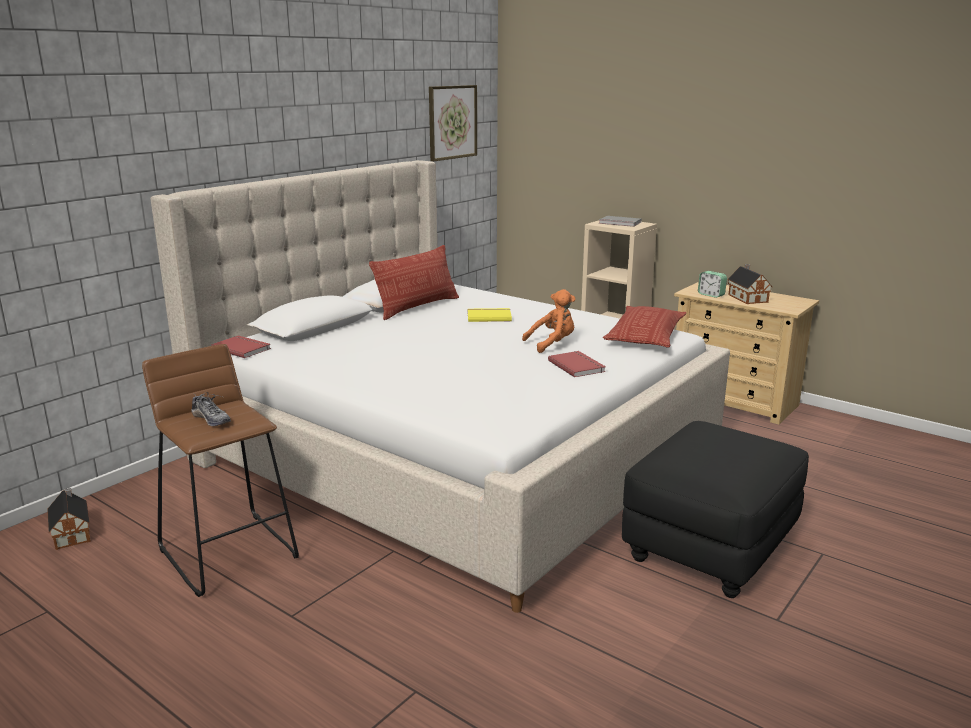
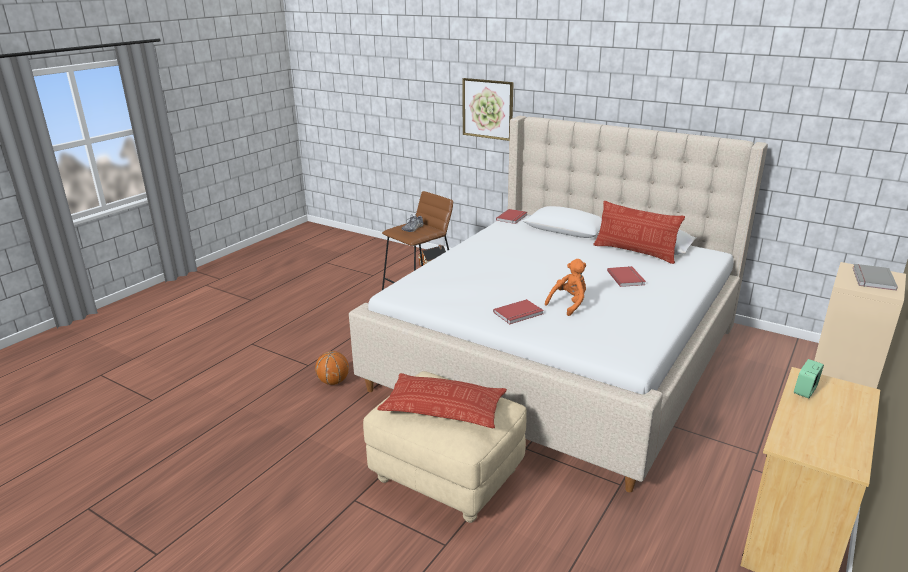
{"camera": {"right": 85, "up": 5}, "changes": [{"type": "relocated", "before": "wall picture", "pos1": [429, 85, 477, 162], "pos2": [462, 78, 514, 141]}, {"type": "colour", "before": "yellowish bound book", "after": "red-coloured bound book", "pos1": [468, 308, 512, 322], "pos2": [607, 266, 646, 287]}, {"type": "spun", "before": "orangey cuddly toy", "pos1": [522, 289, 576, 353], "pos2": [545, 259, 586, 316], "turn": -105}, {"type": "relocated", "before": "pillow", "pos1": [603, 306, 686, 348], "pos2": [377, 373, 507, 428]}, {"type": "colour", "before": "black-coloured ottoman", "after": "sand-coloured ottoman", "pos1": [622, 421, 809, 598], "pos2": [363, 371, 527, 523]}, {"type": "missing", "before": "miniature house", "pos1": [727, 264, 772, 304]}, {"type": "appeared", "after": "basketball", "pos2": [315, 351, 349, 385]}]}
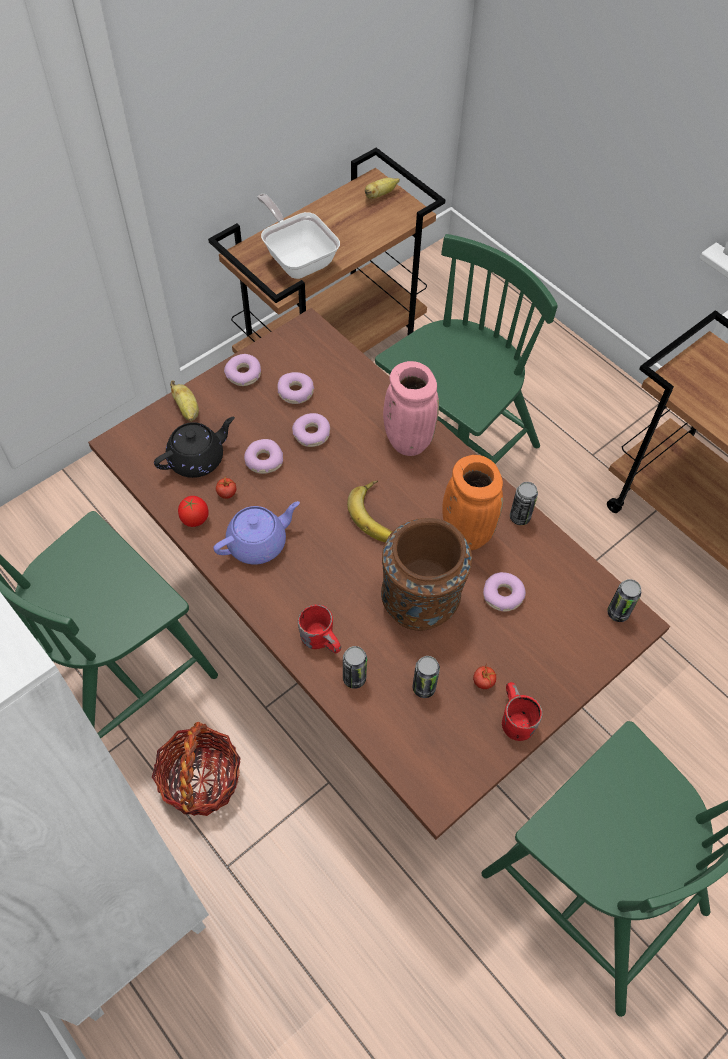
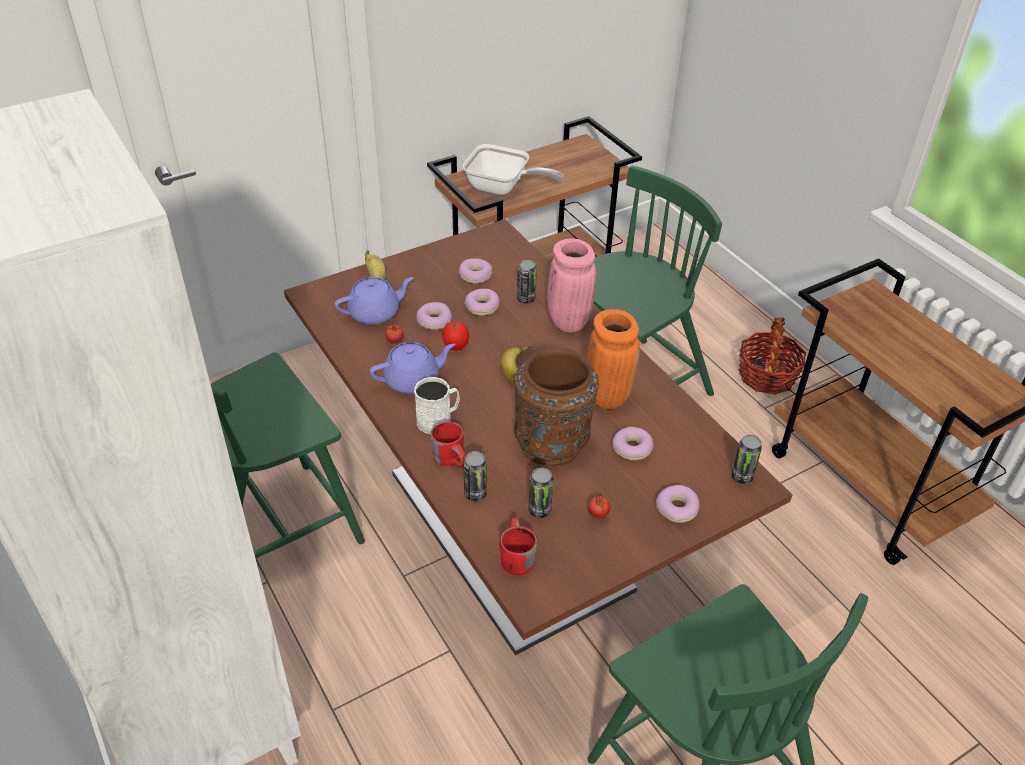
{"camera": {"right": 10, "up": -15}, "changes": [{"type": "relocated", "before": "basket", "pos1": [152, 722, 241, 816], "pos2": [739, 317, 806, 395]}, {"type": "colour", "before": "black-coloured tea pot", "after": "purple-coloured tea pot", "pos1": [154, 417, 235, 478], "pos2": [335, 277, 413, 325]}, {"type": "relocated", "before": "whole tomato", "pos1": [178, 496, 209, 527], "pos2": [442, 321, 469, 350]}, {"type": "relocated", "before": "donut", "pos1": [224, 354, 261, 386], "pos2": [656, 485, 699, 523]}, {"type": "spun", "before": "pan", "pos1": [257, 194, 340, 279], "pos2": [463, 144, 564, 195], "turn": 135}, {"type": "missing", "before": "banana", "pos1": [365, 178, 400, 199]}, {"type": "relocated", "before": "red-coloured tea mug", "pos1": [502, 682, 542, 741], "pos2": [500, 518, 537, 576]}, {"type": "relocated", "before": "sealed can", "pos1": [510, 482, 538, 525], "pos2": [517, 259, 537, 303]}, {"type": "appeared", "after": "whitish tea mug", "pos2": [414, 377, 460, 434]}]}
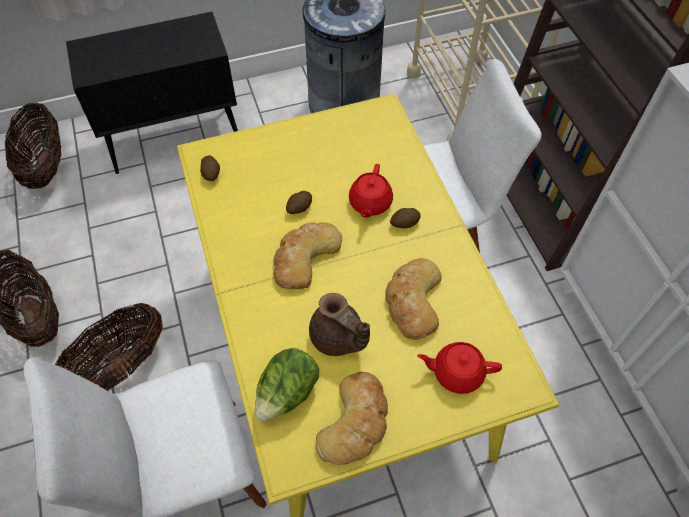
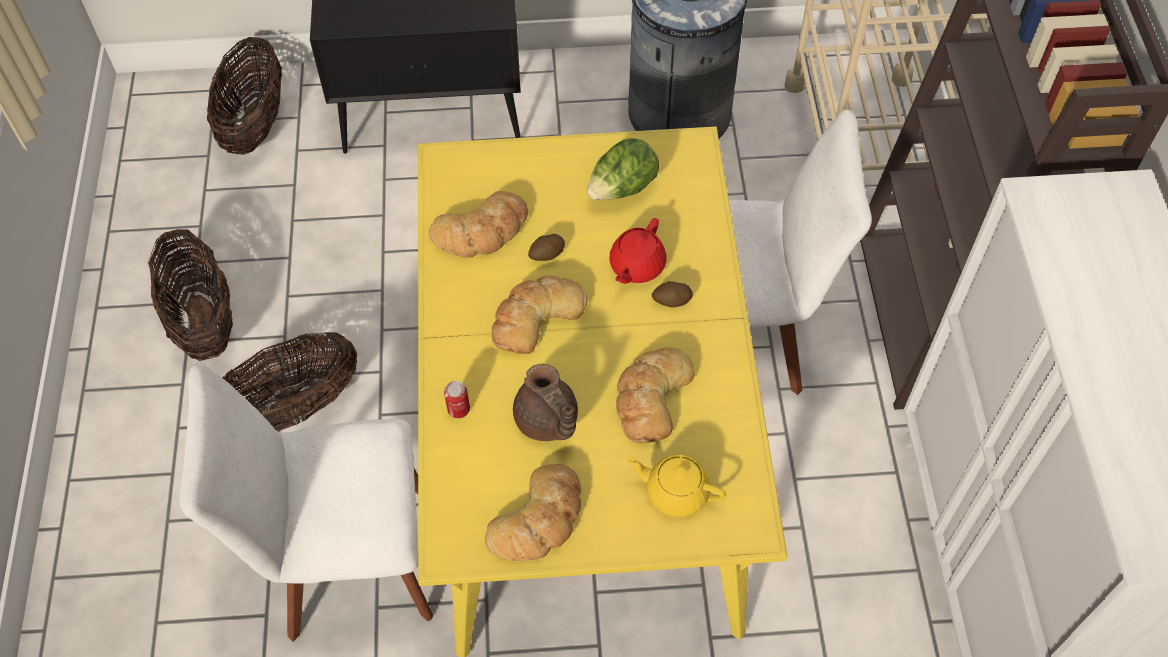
{"camera": {"right": 15, "up": 0}, "changes": [{"type": "missing", "before": "spud", "pos1": [200, 155, 220, 181]}, {"type": "relocated", "before": "head of lettuce", "pos1": [255, 348, 319, 421], "pos2": [587, 138, 659, 200]}, {"type": "colour", "before": "red-coloured tea pot", "after": "yellowish tea pot", "pos1": [417, 342, 502, 394], "pos2": [627, 455, 726, 517]}, {"type": "appeared", "after": "baked bread", "pos2": [429, 191, 528, 258]}, {"type": "appeared", "after": "sealed can", "pos2": [444, 381, 470, 418]}]}
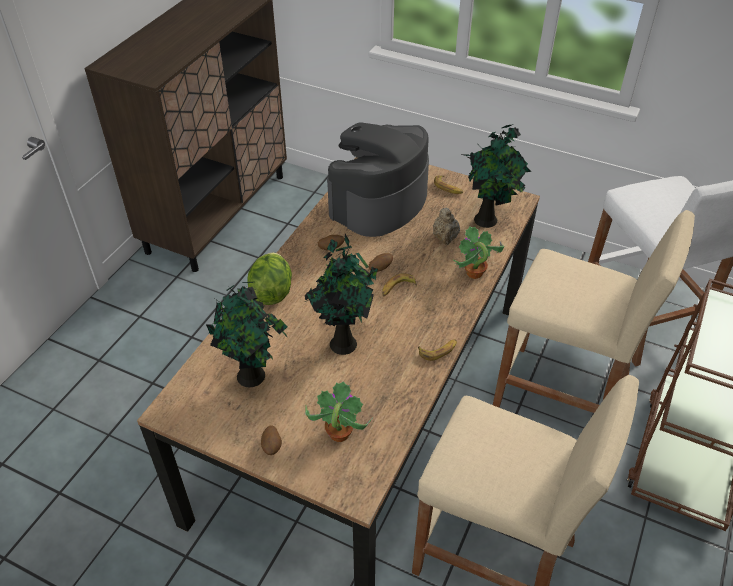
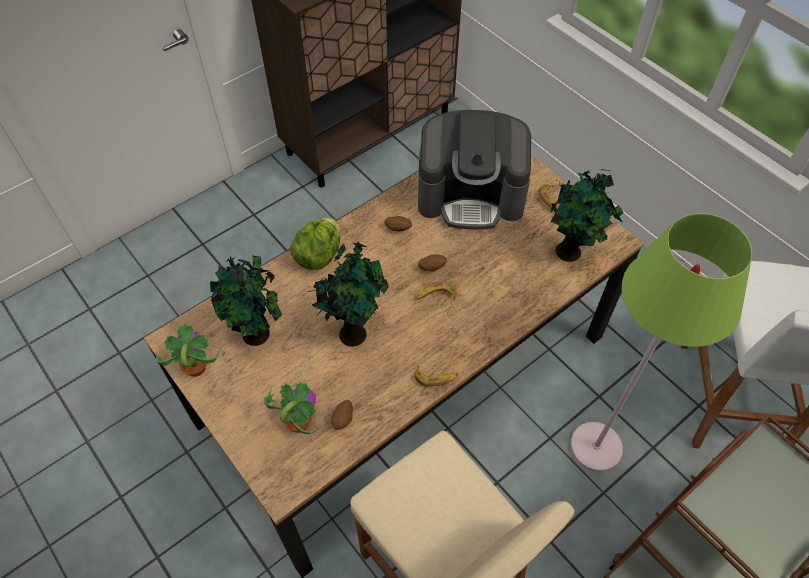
{"camera": {"right": 25, "up": 10}, "changes": [{"type": "relocated", "before": "spud", "pos1": [261, 425, 282, 455], "pos2": [331, 400, 353, 430]}, {"type": "spun", "before": "coffee brewer", "pos1": [327, 122, 429, 237], "pos2": [418, 110, 531, 230], "turn": -150}, {"type": "missing", "before": "sand-coloured tea pot", "pos1": [433, 208, 460, 245]}, {"type": "relocated", "before": "plant in a pot", "pos1": [452, 226, 504, 279], "pos2": [155, 324, 221, 377]}, {"type": "exchanged", "before": "sand-coloured stool seat", "after": "green-coloured floor lamp", "pos1": [493, 210, 695, 413], "pos2": [570, 213, 752, 472]}]}
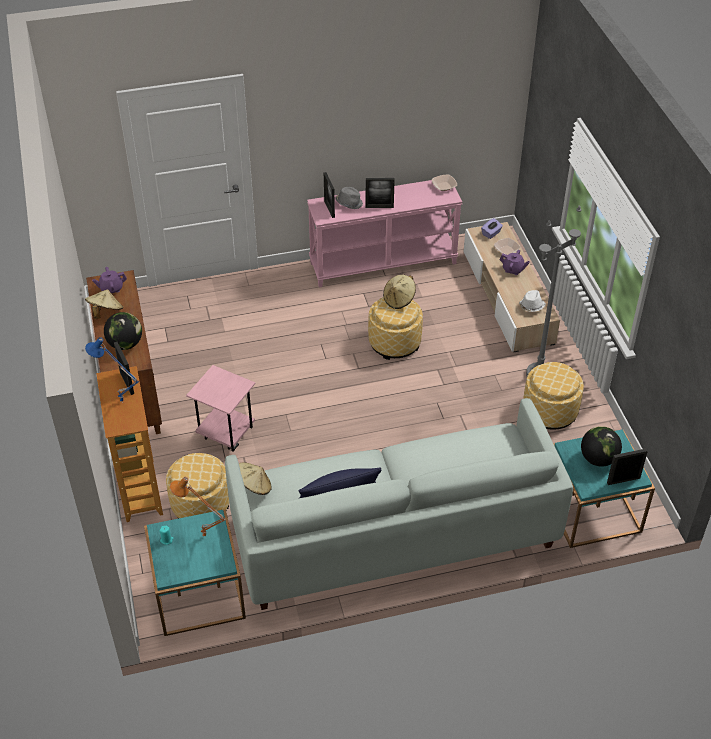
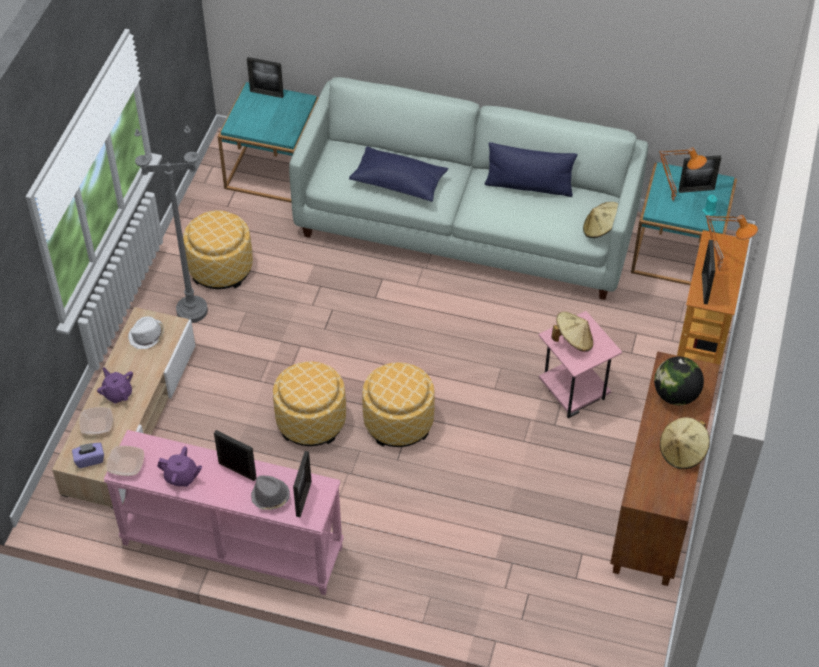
{"camera": {"right": -150, "up": 5}, "changes": [{"type": "colour", "before": "blue lamp for a table", "after": "orangey lamp for a table", "pos1": [85, 337, 139, 401], "pos2": [706, 215, 758, 271]}, {"type": "relocated", "before": "purple-coloured tea pot", "pos1": [92, 267, 127, 293], "pos2": [157, 447, 202, 487]}, {"type": "relocated", "before": "ottoman", "pos1": [166, 453, 229, 518], "pos2": [362, 362, 435, 447]}, {"type": "relocated", "before": "sand-coloured wearable hat", "pos1": [383, 275, 416, 309], "pos2": [551, 312, 593, 352]}, {"type": "missing", "before": "globe", "pos1": [581, 426, 622, 467]}, {"type": "appeared", "after": "blue pillow", "pos2": [349, 146, 448, 202]}, {"type": "appeared", "after": "standing frame", "pos2": [678, 155, 721, 193]}]}
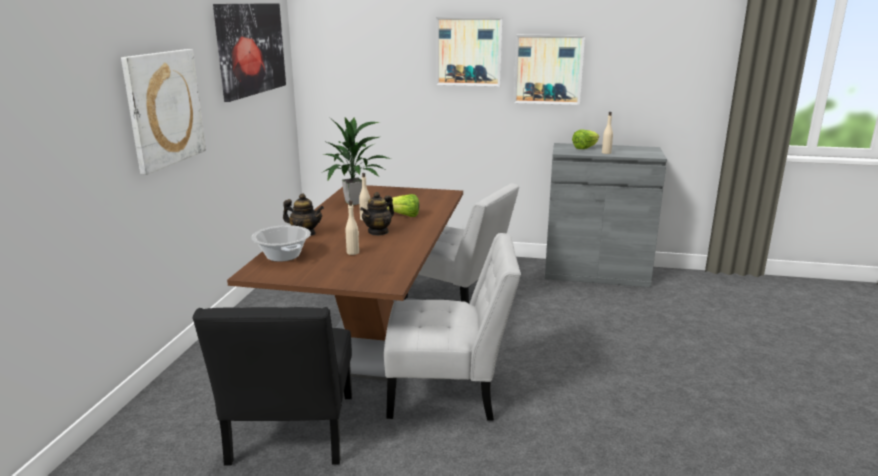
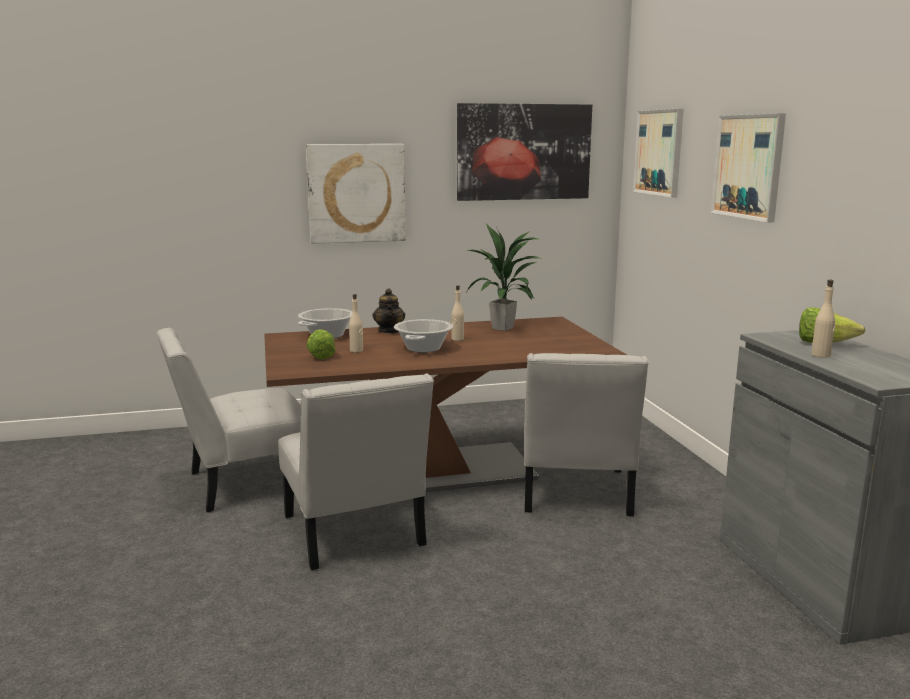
{"camera": {"right": 65, "up": -5}, "changes": [{"type": "colour", "before": "black-coloured chair", "after": "whitish chair", "pos1": [192, 307, 352, 466], "pos2": [157, 328, 301, 512]}, {"type": "exchanged", "before": "tea pot", "after": "cooking pot", "pos1": [360, 192, 394, 236], "pos2": [394, 319, 453, 353]}, {"type": "relocated", "before": "head of lettuce", "pos1": [387, 194, 419, 217], "pos2": [307, 329, 336, 359]}, {"type": "relocated", "before": "wall picture", "pos1": [514, 35, 585, 105], "pos2": [633, 109, 684, 198]}]}
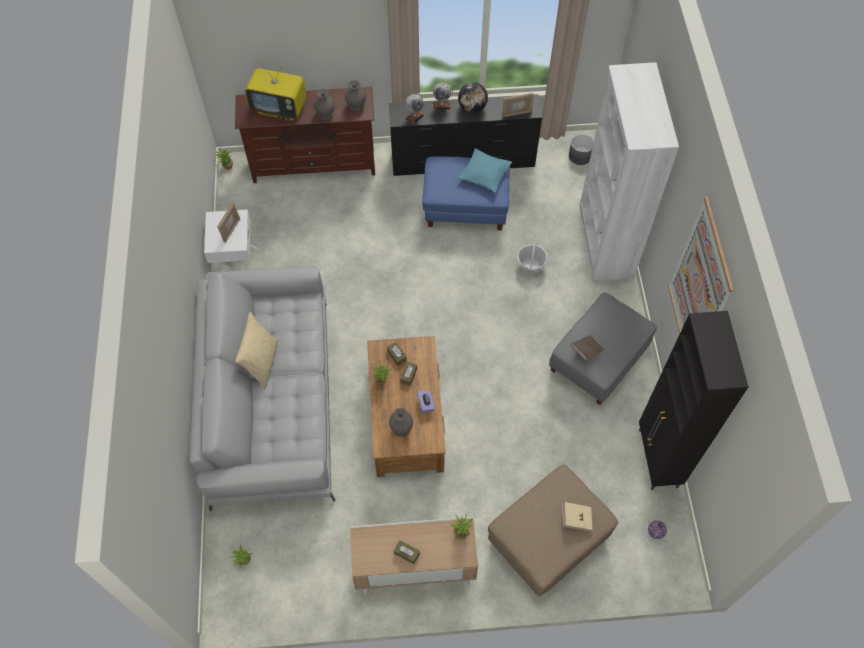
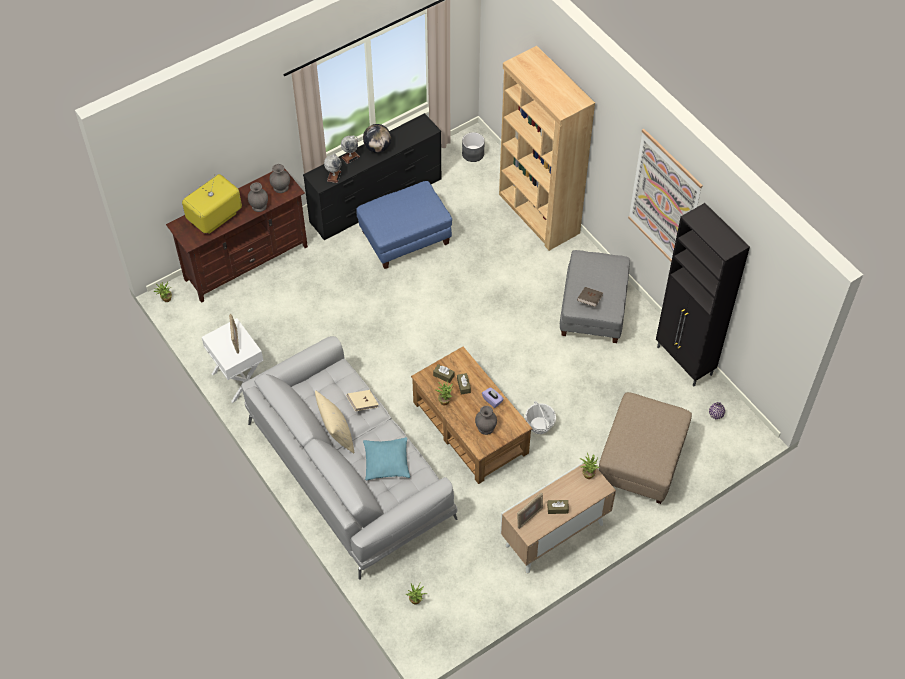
{"camera": {"right": -30, "up": -5}, "changes": [{"type": "spun", "before": "TV set", "pos1": [245, 65, 306, 121], "pos2": [182, 174, 242, 234], "turn": 150}, {"type": "relocated", "before": "blue-green pillow", "pos1": [458, 148, 512, 193], "pos2": [363, 437, 410, 480]}, {"type": "relocated", "before": "standing frame", "pos1": [502, 93, 534, 118], "pos2": [517, 493, 543, 529]}, {"type": "relocated", "before": "basket", "pos1": [517, 242, 548, 275], "pos2": [525, 401, 556, 434]}, {"type": "relocated", "before": "sand-coloured bound book", "pos1": [562, 502, 592, 531], "pos2": [346, 390, 379, 411]}, {"type": "colour", "before": "whitish bookshelf", "after": "brown bookshelf", "pos1": [580, 62, 679, 281], "pos2": [499, 46, 595, 251]}]}
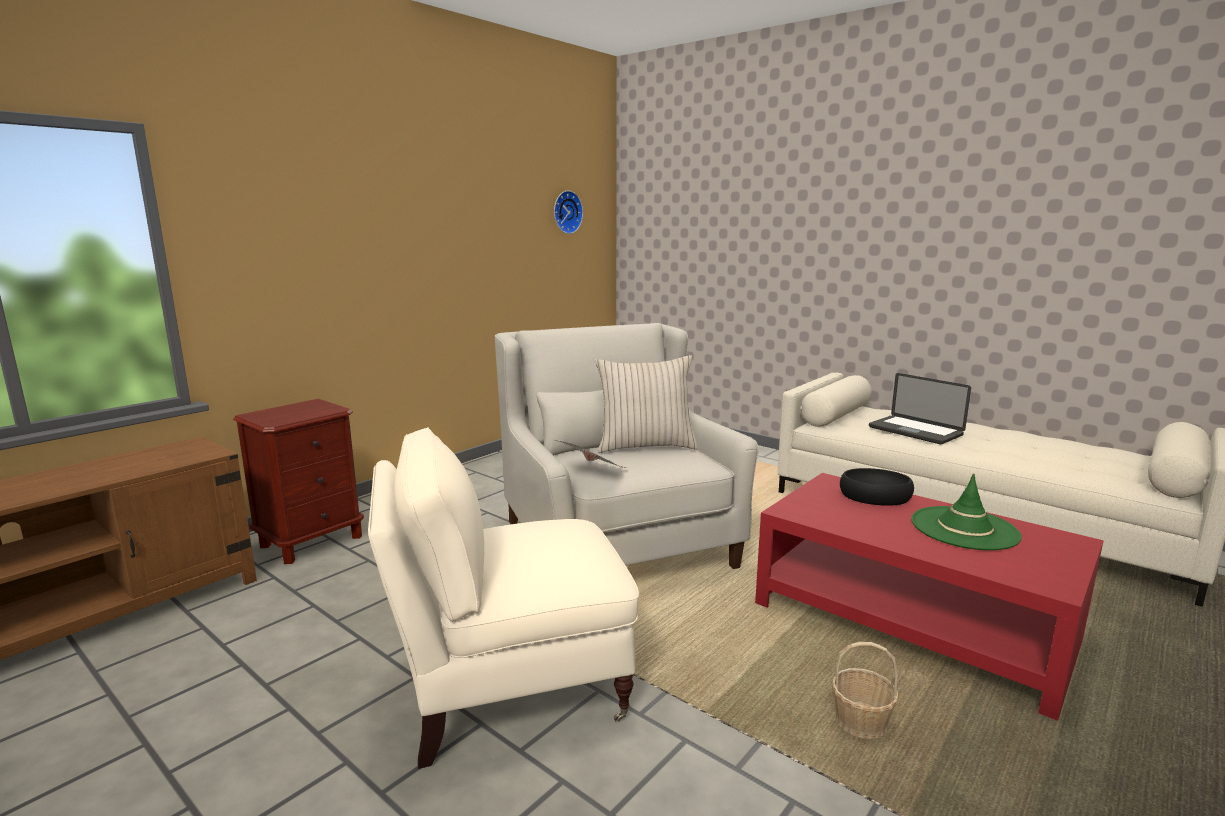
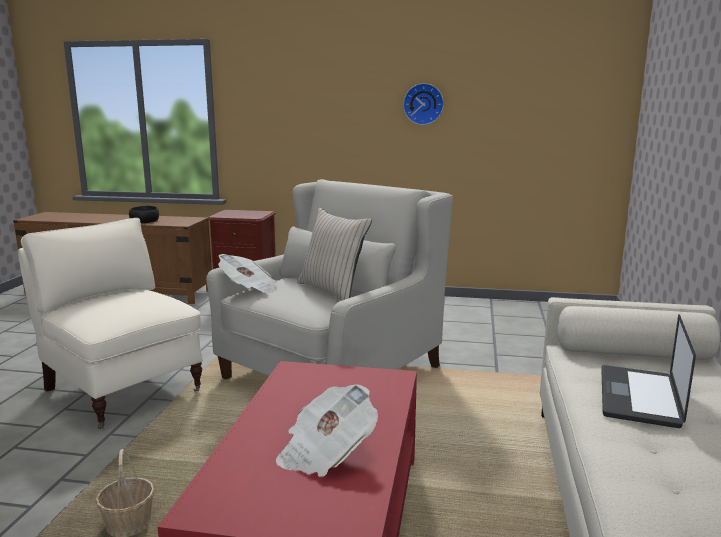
{"camera": {"right": 60, "up": 0}, "changes": [{"type": "relocated", "before": "hanging clock", "pos1": [554, 191, 583, 234], "pos2": [403, 83, 444, 125]}, {"type": "relocated", "before": "black-coloured deep dish", "pos1": [840, 468, 914, 506], "pos2": [129, 206, 159, 223]}, {"type": "exchanged", "before": "green-coloured wearable hat", "after": "daily paper", "pos1": [911, 474, 1022, 550], "pos2": [276, 384, 378, 477]}]}
